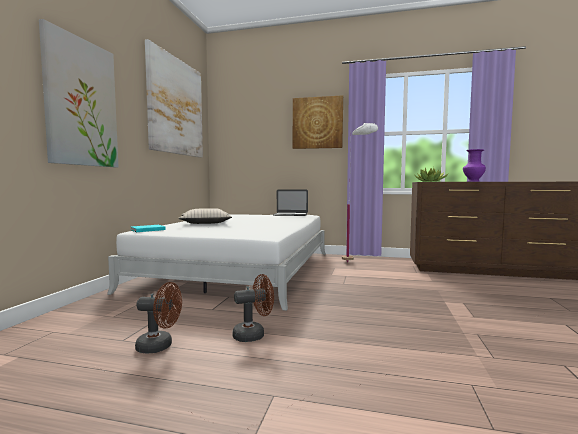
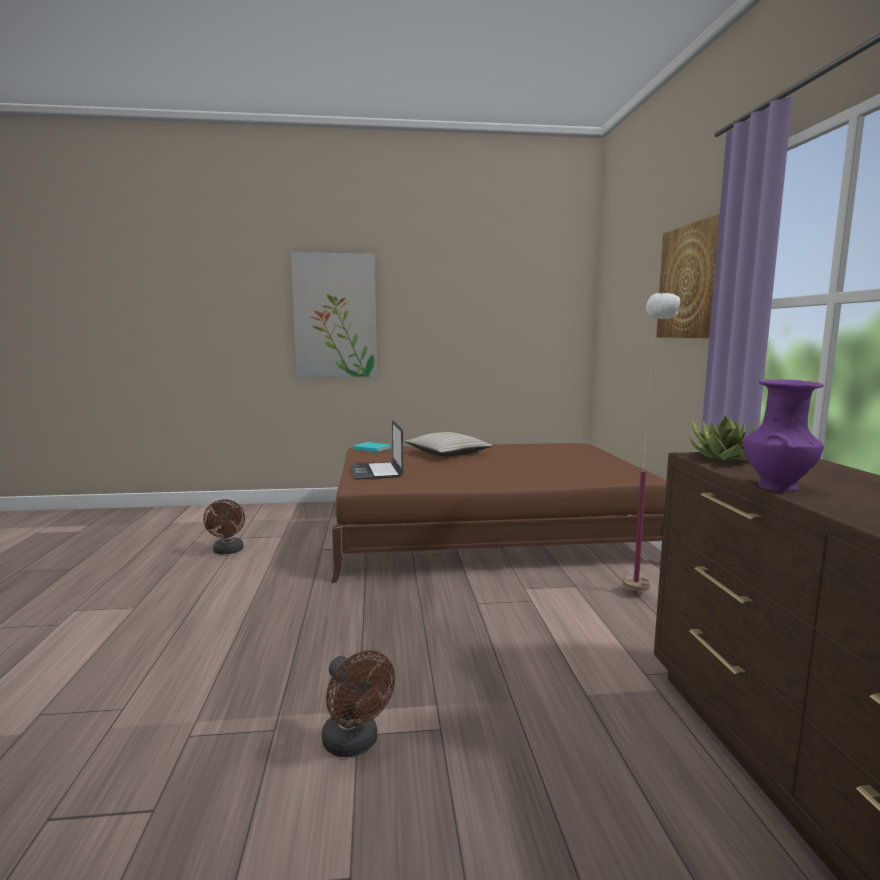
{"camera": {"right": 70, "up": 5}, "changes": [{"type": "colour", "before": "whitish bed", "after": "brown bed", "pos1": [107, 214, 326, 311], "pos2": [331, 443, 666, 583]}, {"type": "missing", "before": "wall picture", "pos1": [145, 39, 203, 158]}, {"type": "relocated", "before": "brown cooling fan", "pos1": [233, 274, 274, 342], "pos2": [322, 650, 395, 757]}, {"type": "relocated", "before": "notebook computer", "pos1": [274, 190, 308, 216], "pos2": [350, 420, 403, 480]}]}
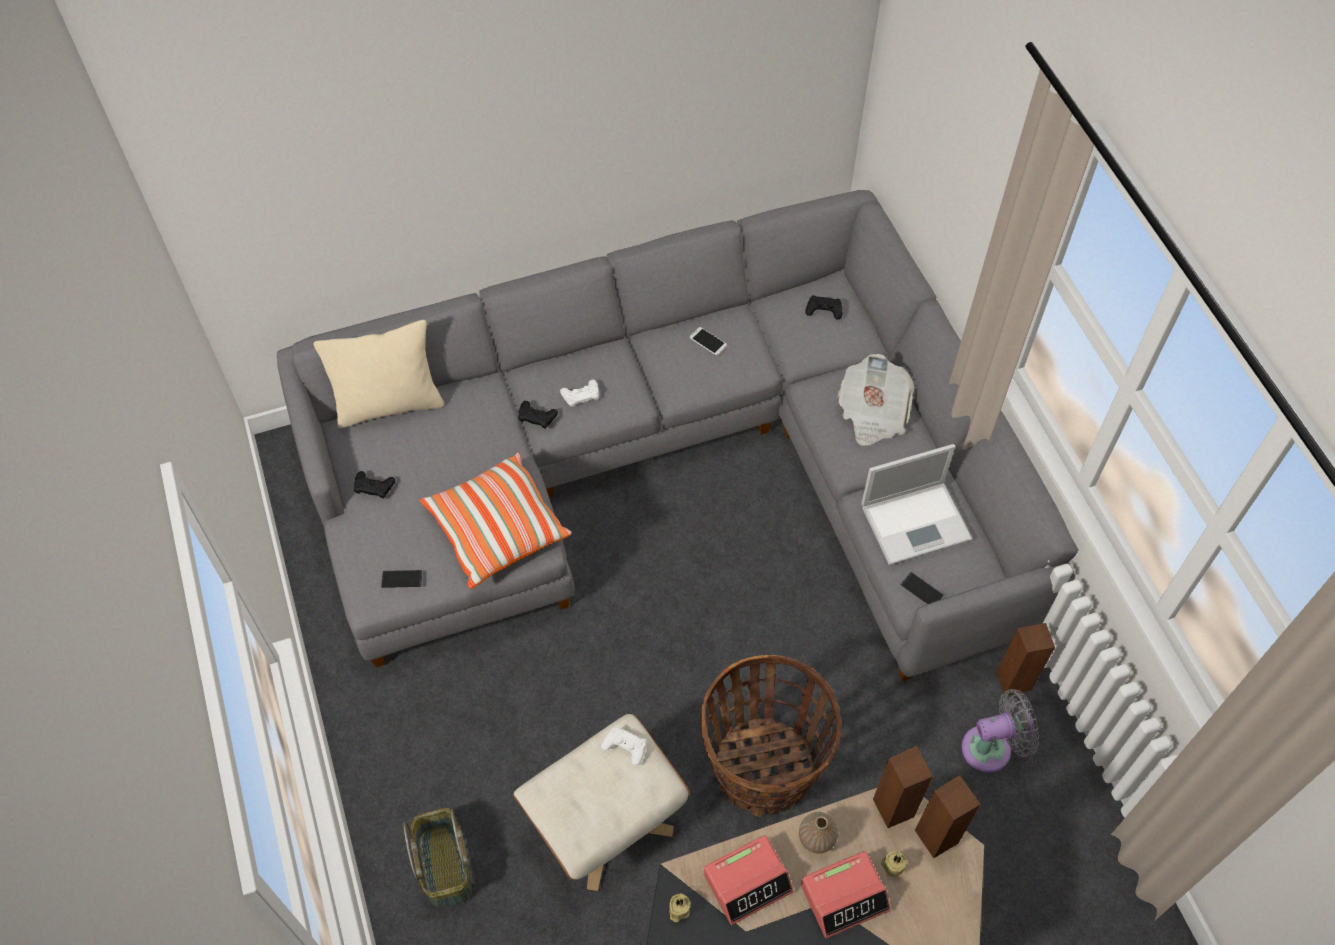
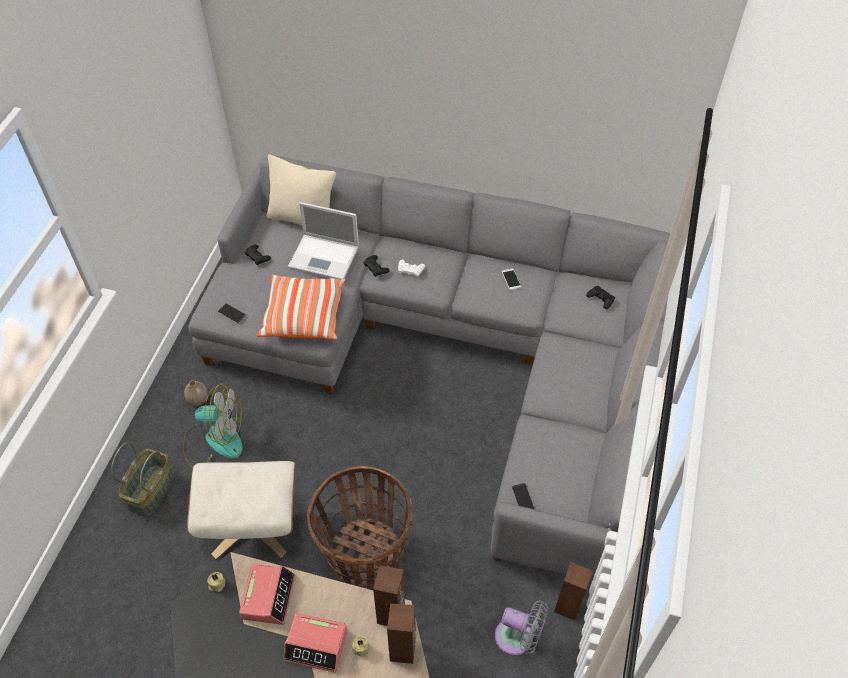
{"camera": {"right": 35, "up": -5}, "changes": [{"type": "missing", "before": "whitish gamepad", "pos1": [601, 726, 647, 766]}, {"type": "spun", "before": "alarm clock", "pos1": [704, 835, 794, 925], "pos2": [239, 564, 295, 625], "turn": -90}, {"type": "relocated", "before": "decorative vase", "pos1": [799, 812, 839, 854], "pos2": [184, 380, 208, 406]}, {"type": "missing", "before": "daily paper", "pos1": [837, 354, 915, 446]}, {"type": "relocated", "before": "notebook computer", "pos1": [861, 444, 972, 565], "pos2": [288, 202, 359, 279]}, {"type": "appeared", "after": "cooling fan", "pos2": [183, 383, 243, 468]}]}
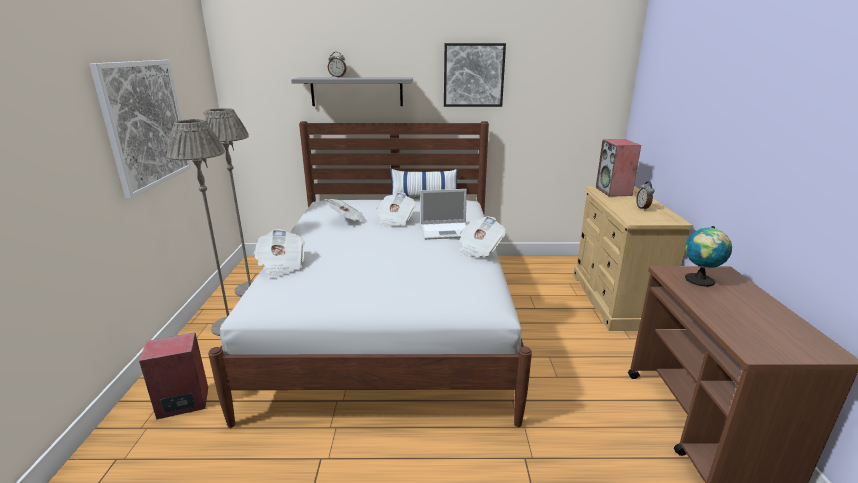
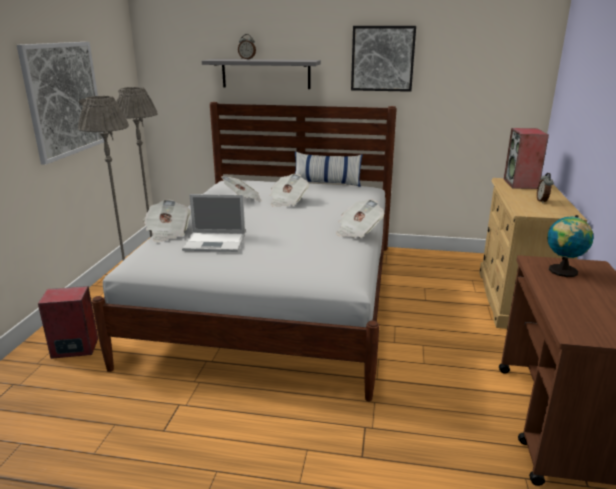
{"camera": {"right": 10, "up": 0}, "changes": [{"type": "relocated", "before": "notebook computer", "pos1": [420, 189, 467, 240], "pos2": [182, 194, 245, 252]}]}
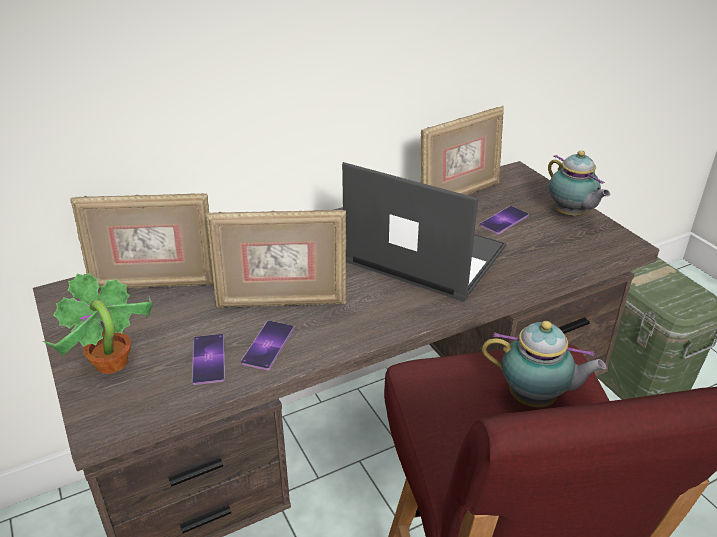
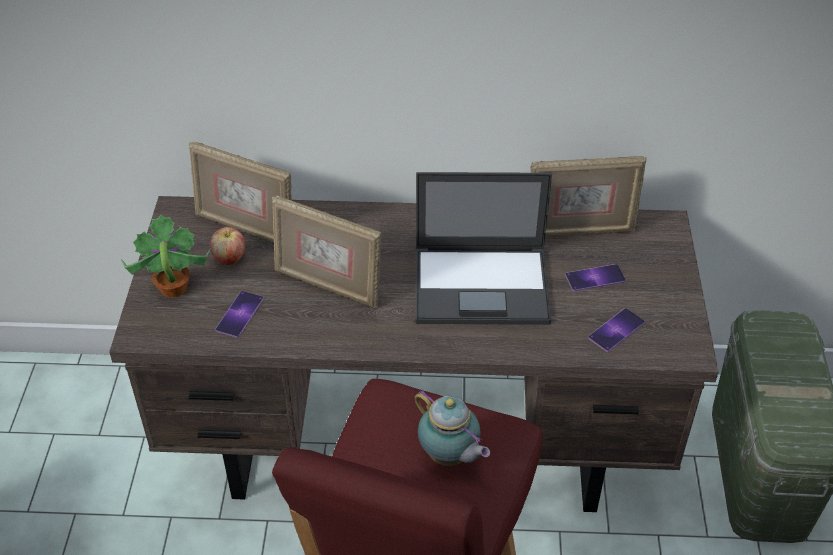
{"camera": {"right": 30, "up": 10}, "changes": [{"type": "relocated", "before": "handset", "pos1": [241, 321, 294, 370], "pos2": [588, 308, 645, 352]}, {"type": "spun", "before": "notebook computer", "pos1": [342, 162, 506, 302], "pos2": [415, 172, 552, 325], "turn": 120}, {"type": "missing", "before": "tea pot", "pos1": [548, 151, 610, 217]}, {"type": "appeared", "after": "whole apple", "pos2": [210, 227, 245, 265]}]}
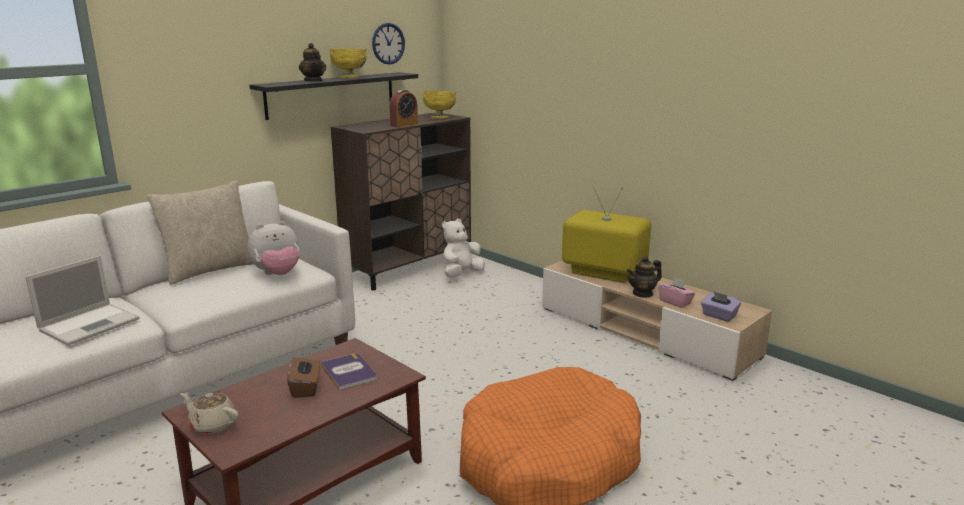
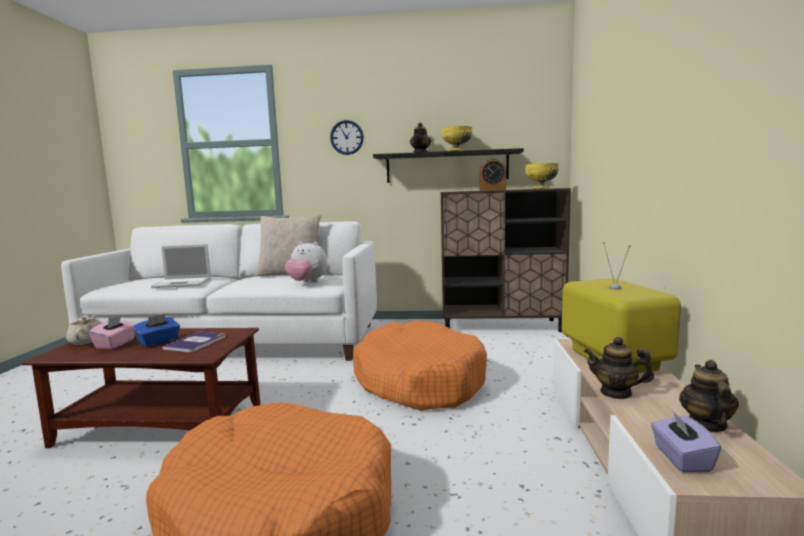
{"camera": {"right": 50, "up": -10}, "changes": [{"type": "colour", "before": "brown box of tissues", "after": "blue box of tissues", "pos1": [287, 355, 321, 398], "pos2": [133, 314, 180, 347]}, {"type": "relocated", "before": "hanging clock", "pos1": [372, 23, 405, 64], "pos2": [330, 120, 364, 155]}, {"type": "missing", "before": "whitish cuddly toy", "pos1": [442, 219, 485, 278]}, {"type": "relocated", "before": "pinkish box of tissues", "pos1": [658, 277, 695, 308], "pos2": [89, 315, 135, 349]}, {"type": "appeared", "after": "orangey pet bed", "pos2": [353, 321, 487, 411]}, {"type": "appeared", "after": "tea pot", "pos2": [679, 360, 739, 432]}]}
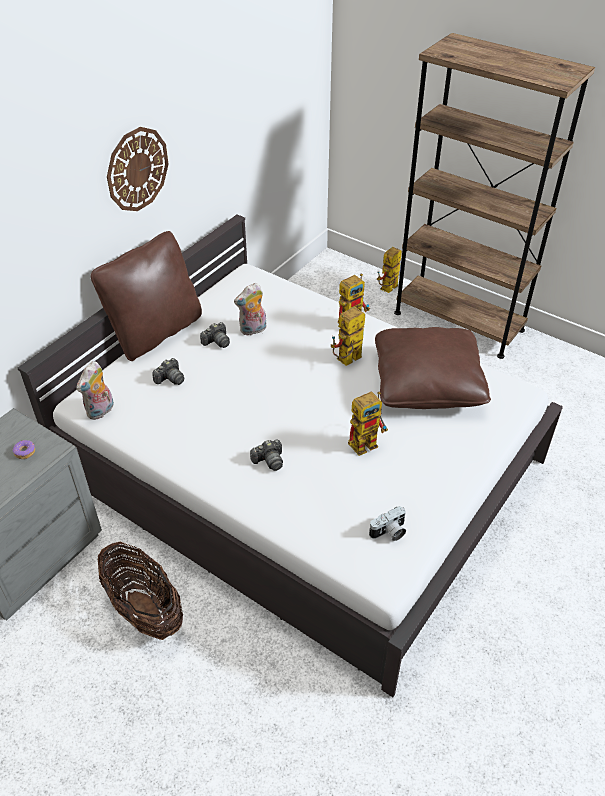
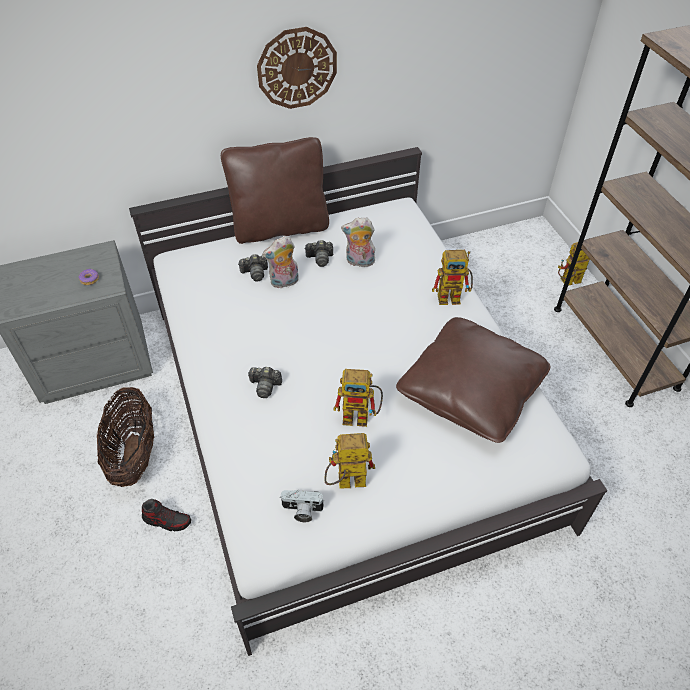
{"camera": {"right": 35, "up": 5}, "changes": [{"type": "relocated", "before": "cuddly toy", "pos1": [76, 361, 114, 420], "pos2": [262, 236, 299, 288]}, {"type": "relocated", "before": "robot figure", "pos1": [331, 306, 365, 366], "pos2": [324, 433, 375, 489]}, {"type": "appeared", "after": "low shoe", "pos2": [142, 499, 191, 532]}]}
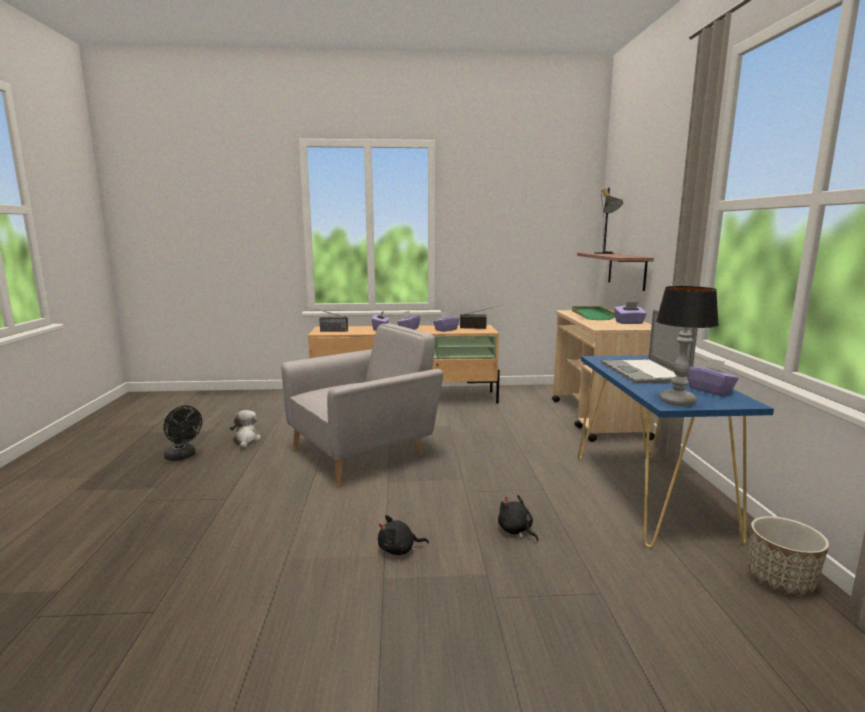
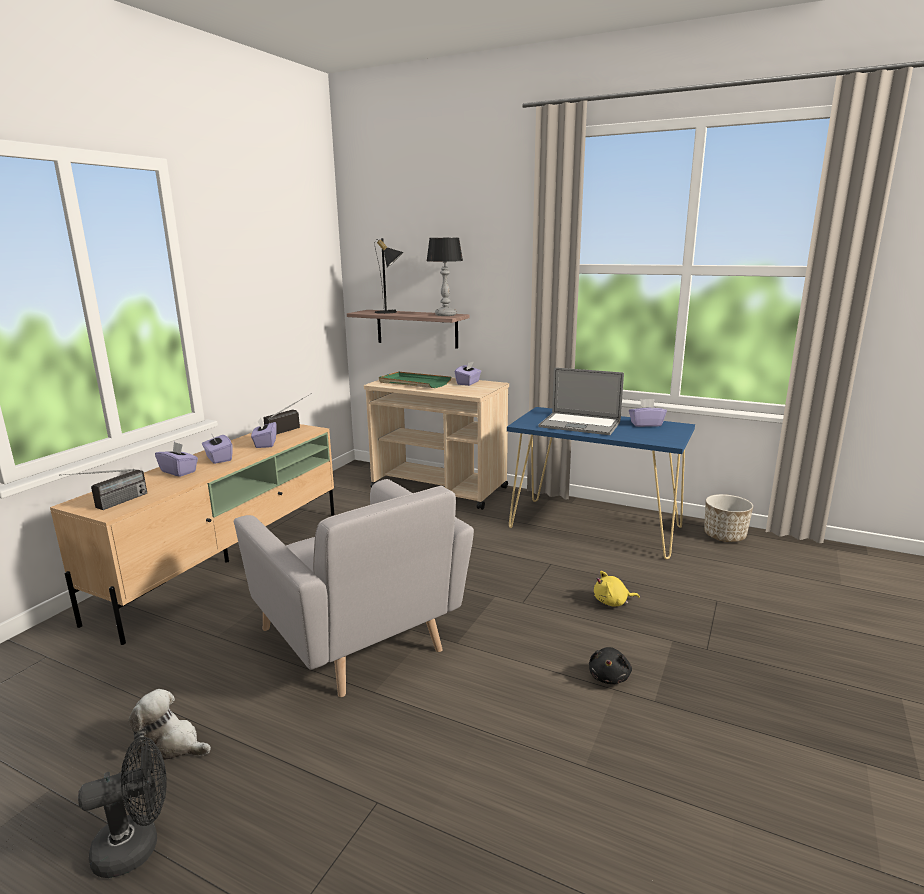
{"camera": {"right": -60, "up": 5}, "changes": [{"type": "spun", "before": "gray easy chair", "pos1": [281, 323, 443, 487], "pos2": [234, 479, 474, 697], "turn": 150}, {"type": "colour", "before": "black-coloured cuddly toy", "after": "yellowish cuddly toy", "pos1": [498, 495, 538, 541], "pos2": [594, 571, 640, 607]}, {"type": "relocated", "before": "lamp for a table", "pos1": [656, 286, 719, 406], "pos2": [427, 237, 463, 316]}]}
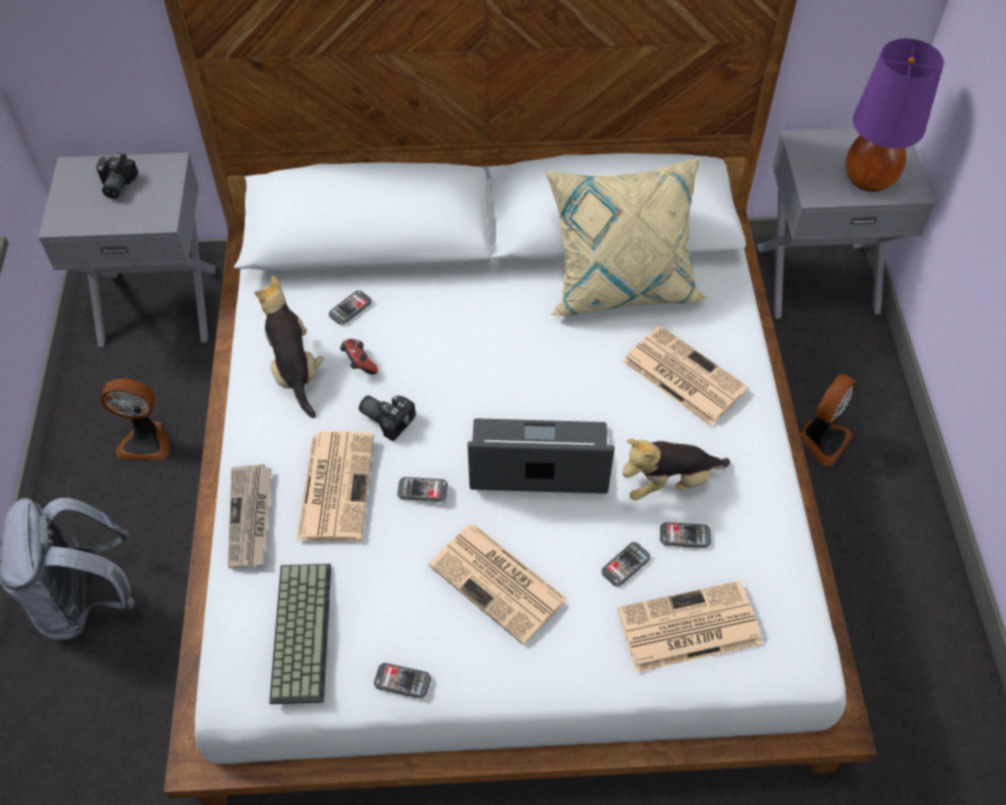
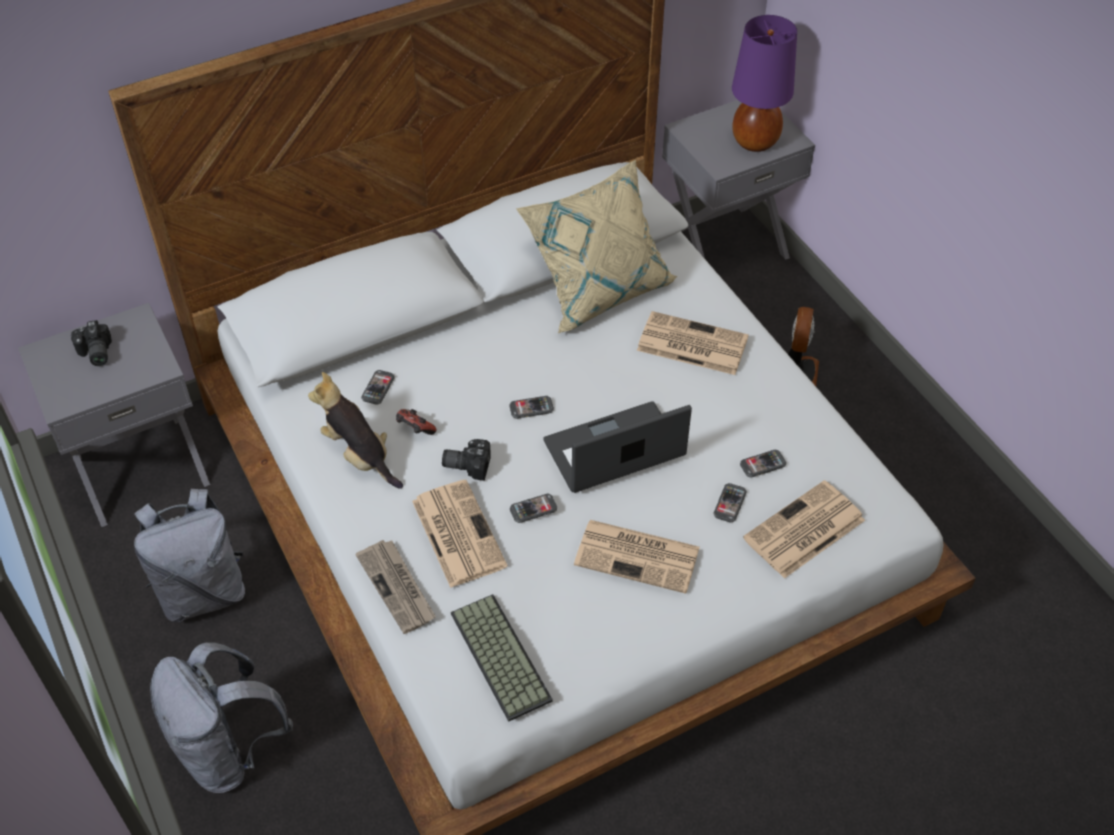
{"camera": {"right": -25, "up": -5}, "changes": [{"type": "exchanged", "before": "cooling fan", "after": "gray knapsack", "pos1": [101, 378, 170, 460], "pos2": [134, 489, 245, 622]}, {"type": "relocated", "before": "handset", "pos1": [374, 663, 431, 699], "pos2": [509, 396, 554, 419]}, {"type": "missing", "before": "cuddly toy", "pos1": [623, 439, 730, 500]}]}
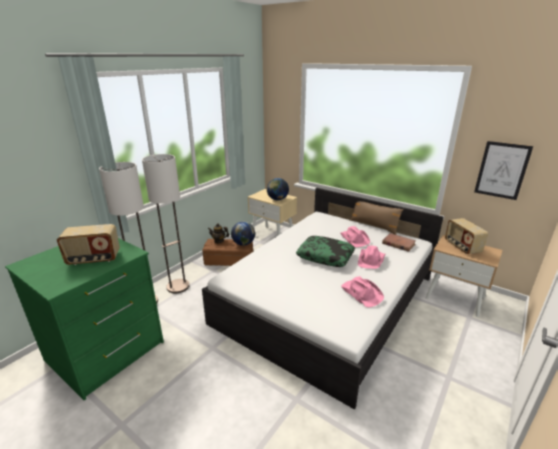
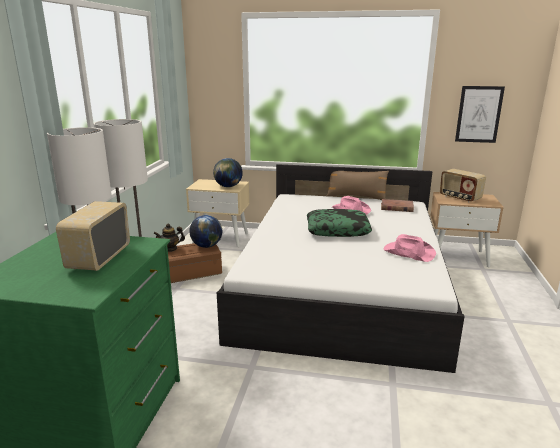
{"camera": {"right": -25, "up": -5}, "changes": [{"type": "spun", "before": "radio receiver", "pos1": [57, 224, 120, 265], "pos2": [56, 201, 130, 271], "turn": 135}, {"type": "missing", "before": "pinkish wearable hat", "pos1": [358, 245, 386, 269]}]}
